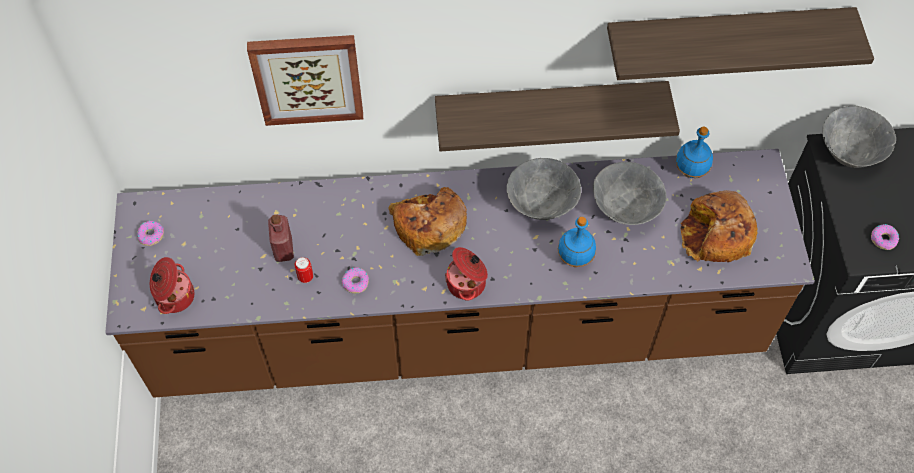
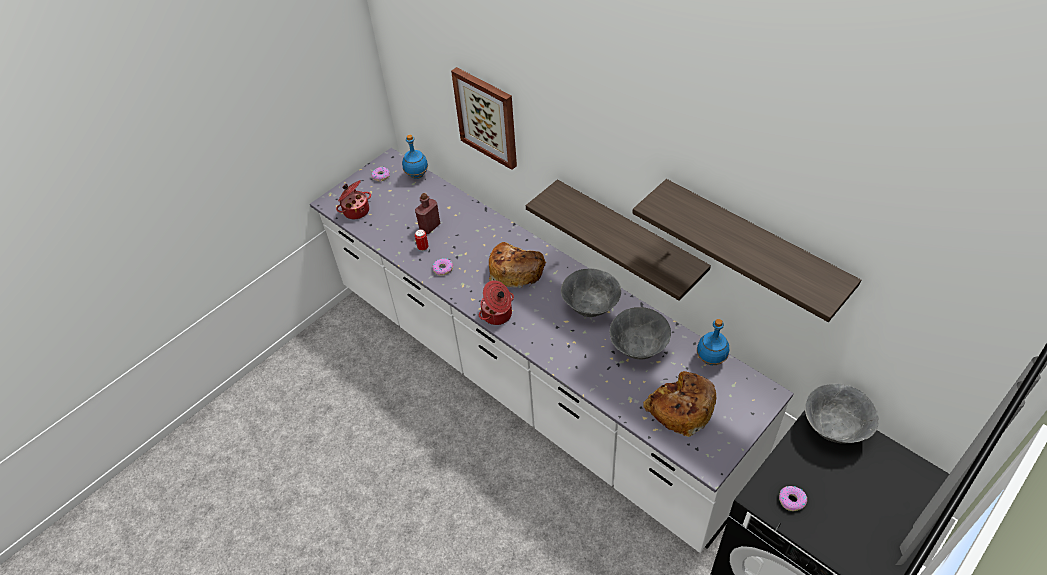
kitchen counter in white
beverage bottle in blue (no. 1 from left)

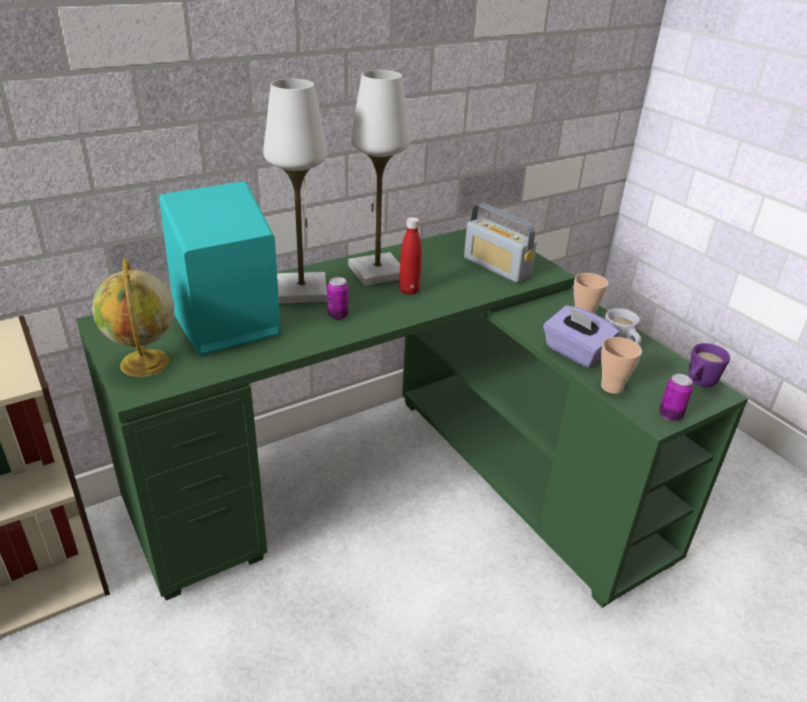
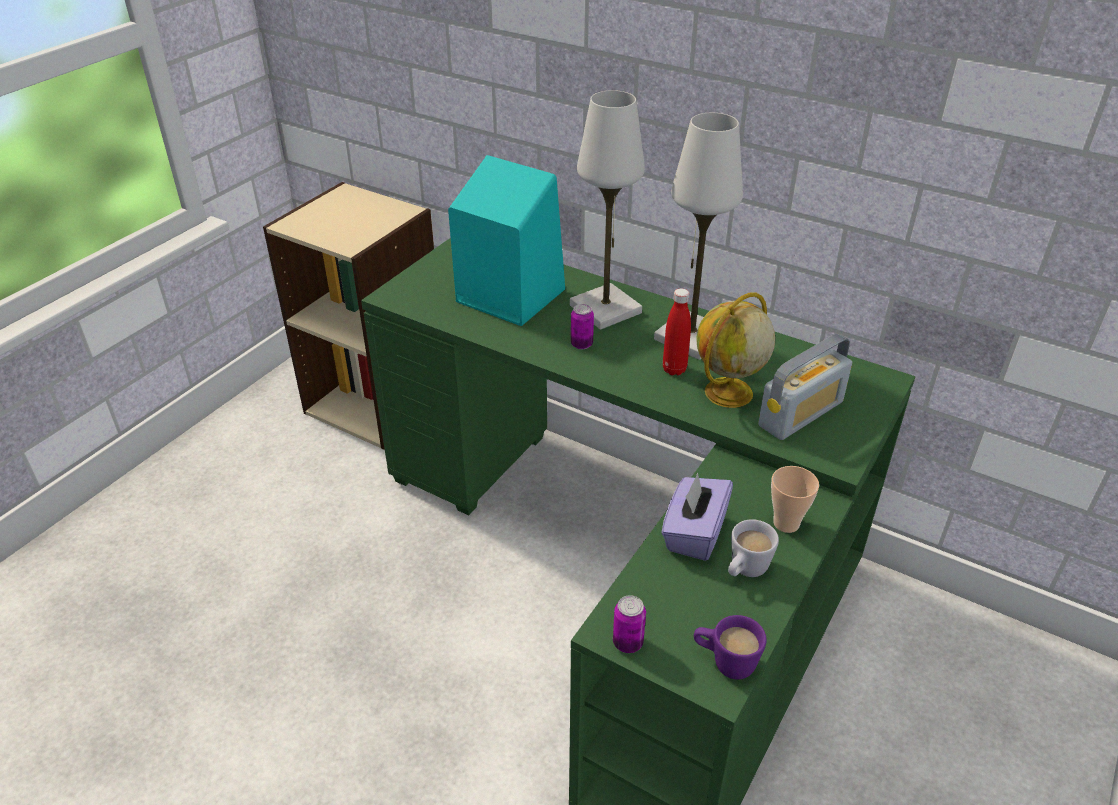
radio
globe
cup (no. 2 from left in the first image)

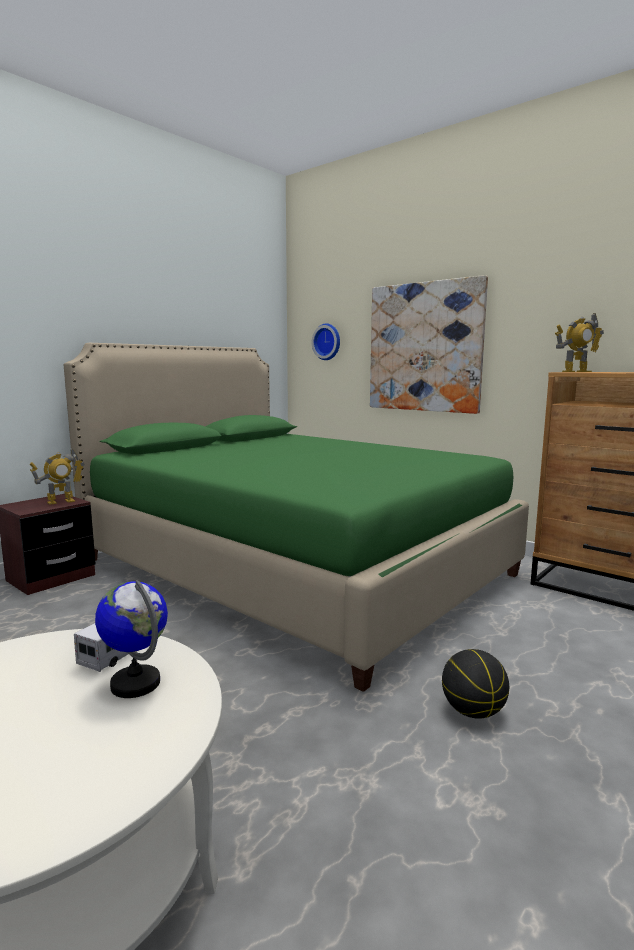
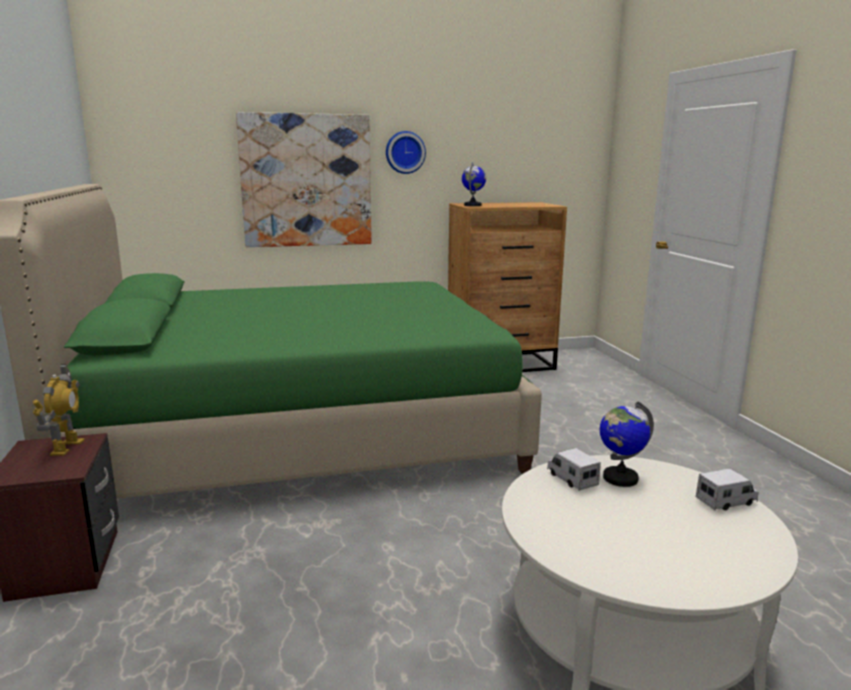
globe (no. 1 from left)
hanging clock
ball for basketball
model truck (no. 2 from left)

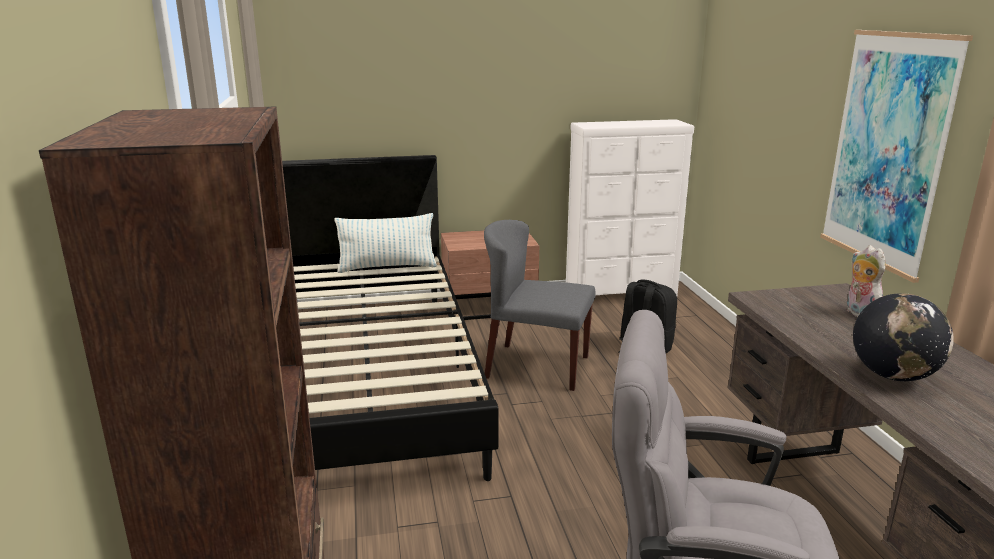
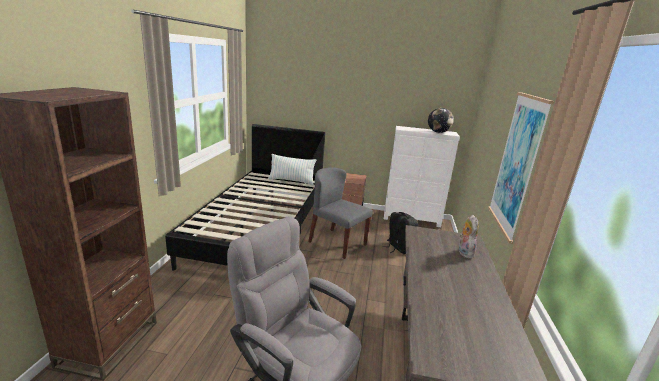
globe

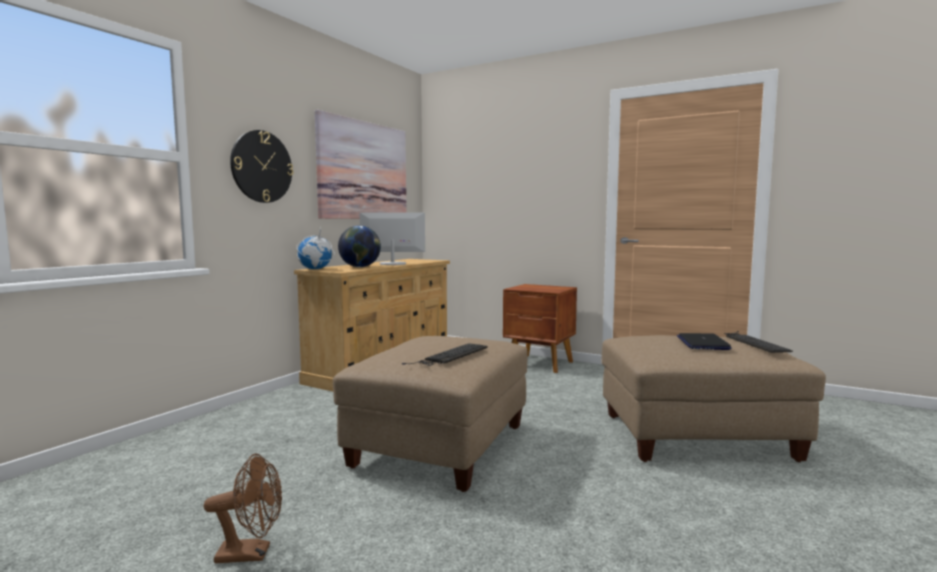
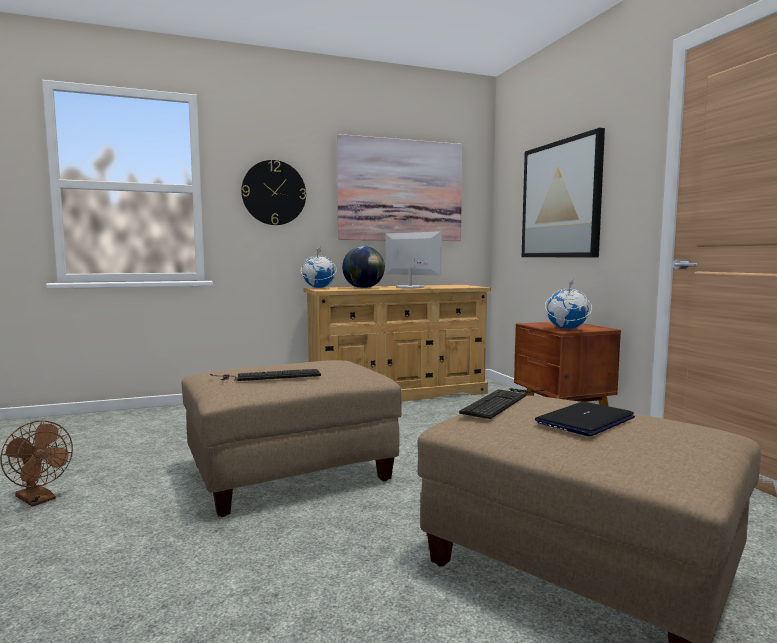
PC keyboard (no. 2 from left)
wall picture (no. 2 from left)
globe (no. 3 from left)

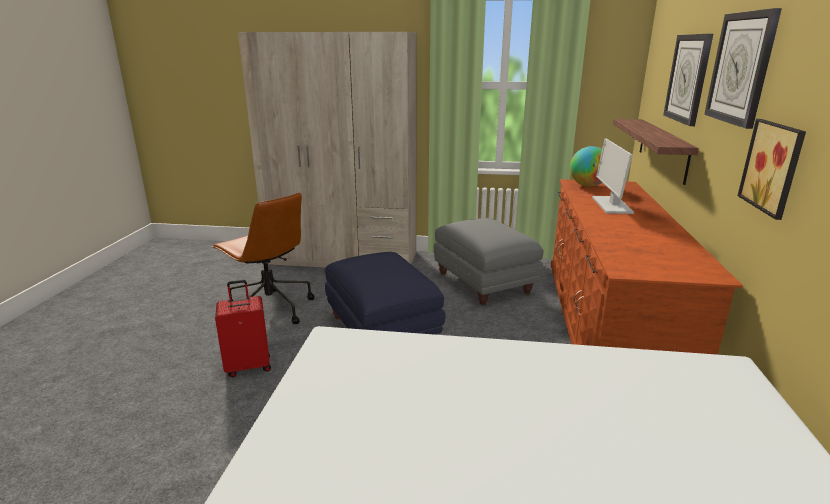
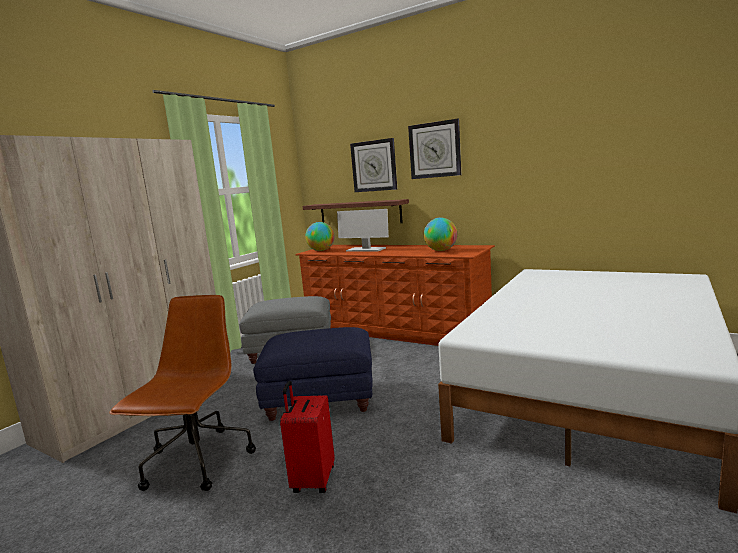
wall picture
computer chair in brownish
globe (no. 2 from left)

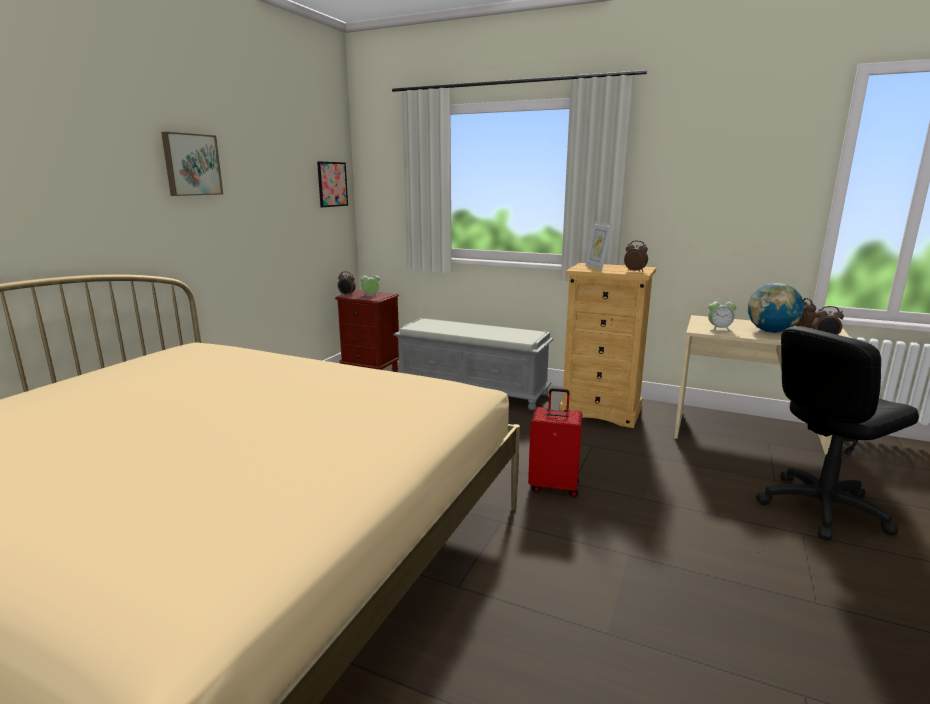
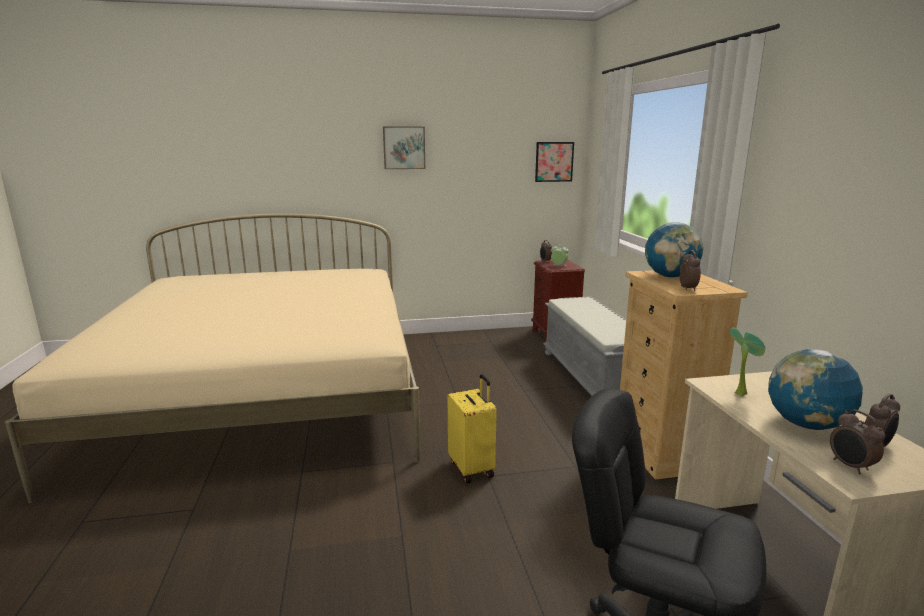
globe (no. 1 from left)
potted plant
piece of luggage in yellowish

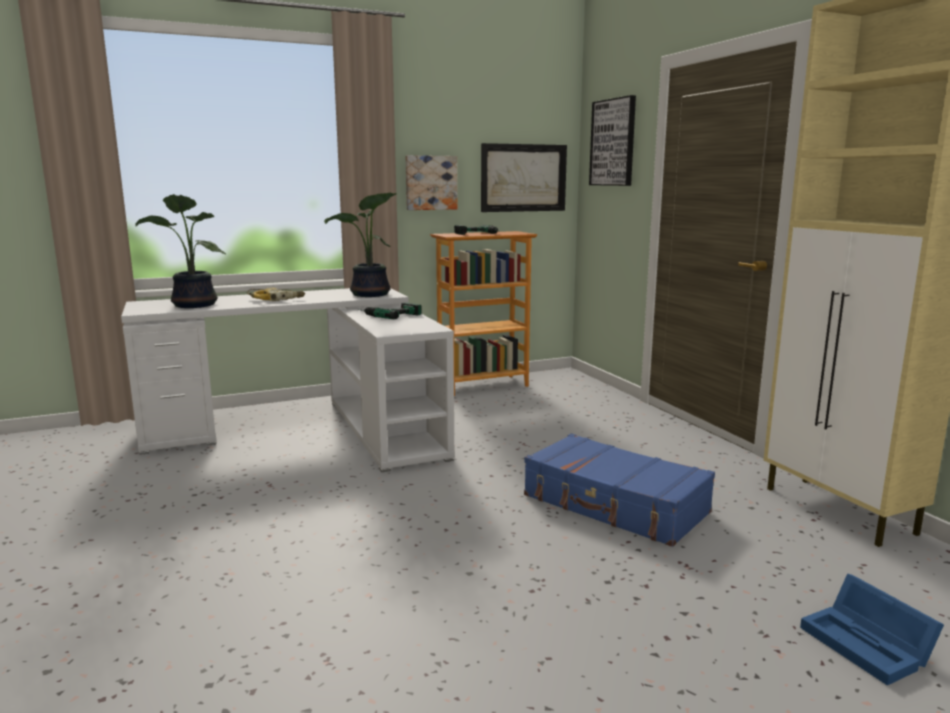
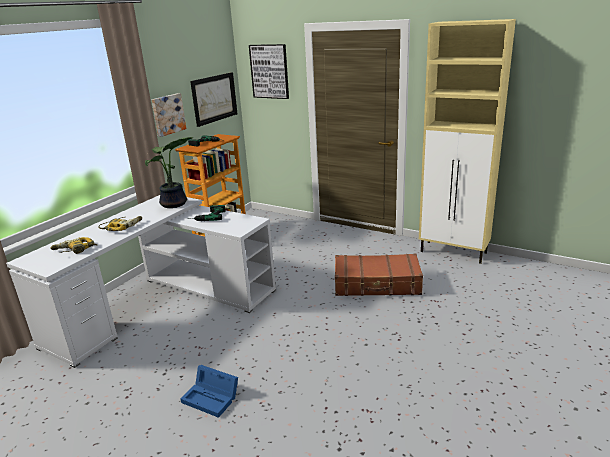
electric drill (no. 1 from left)
piece of luggage in brownish
storage box in blue

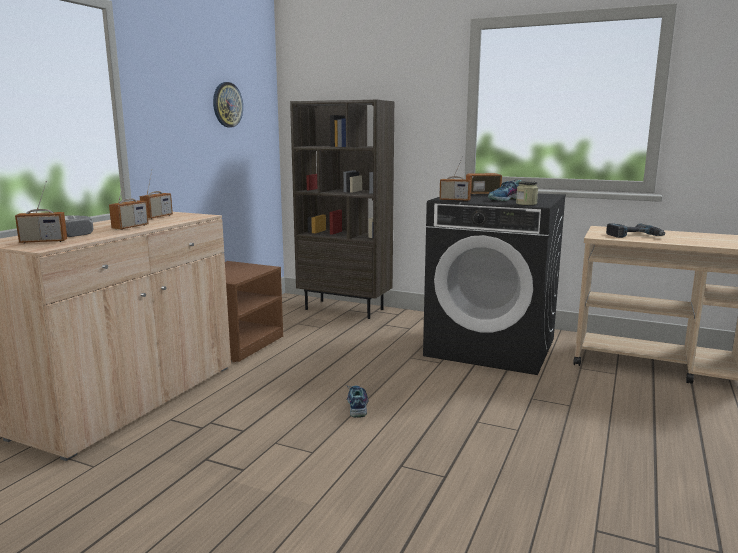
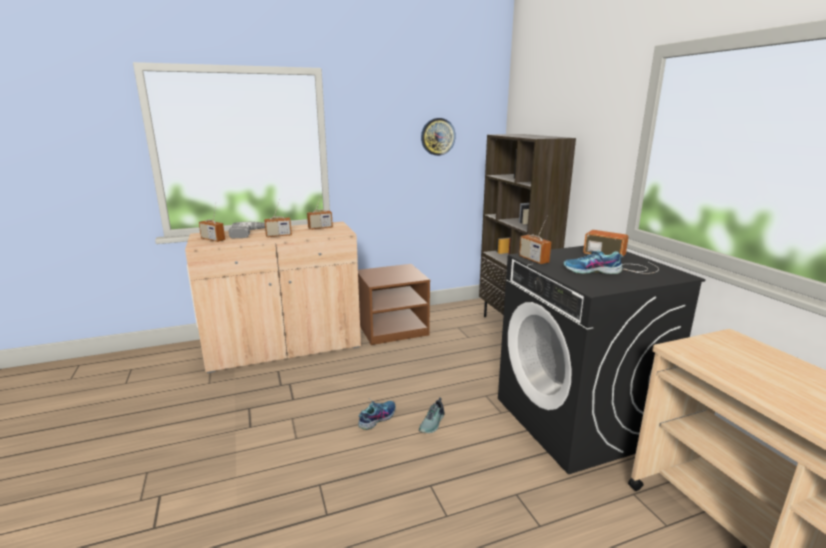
preserve jar
electric drill (no. 2 from left in the first image)
shoe (no. 2 from left)

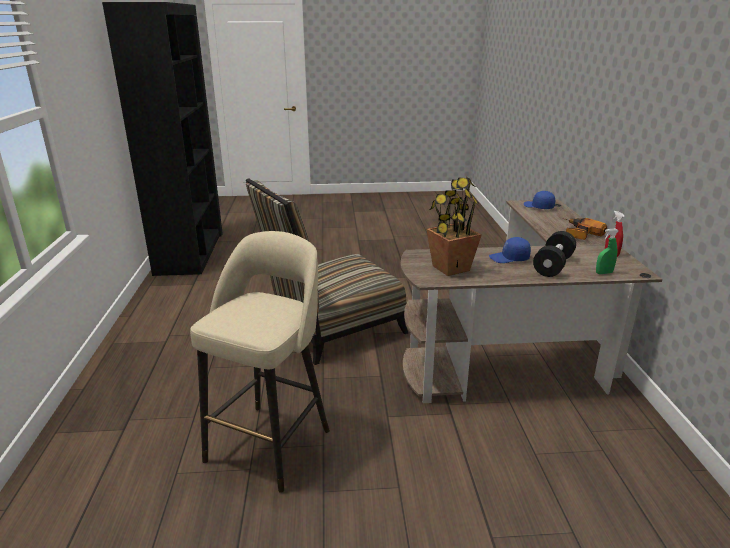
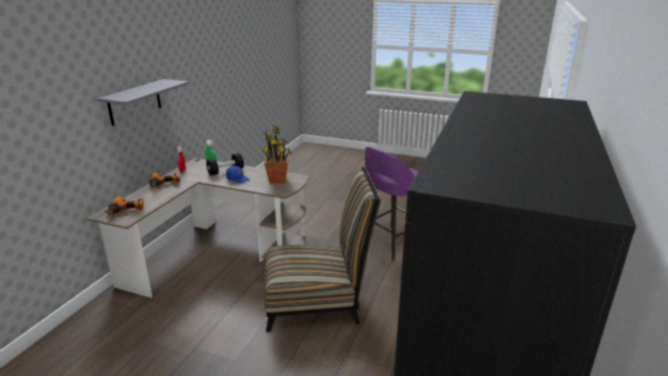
electric drill (no. 1 from left)
stool in purple
shelf in grey

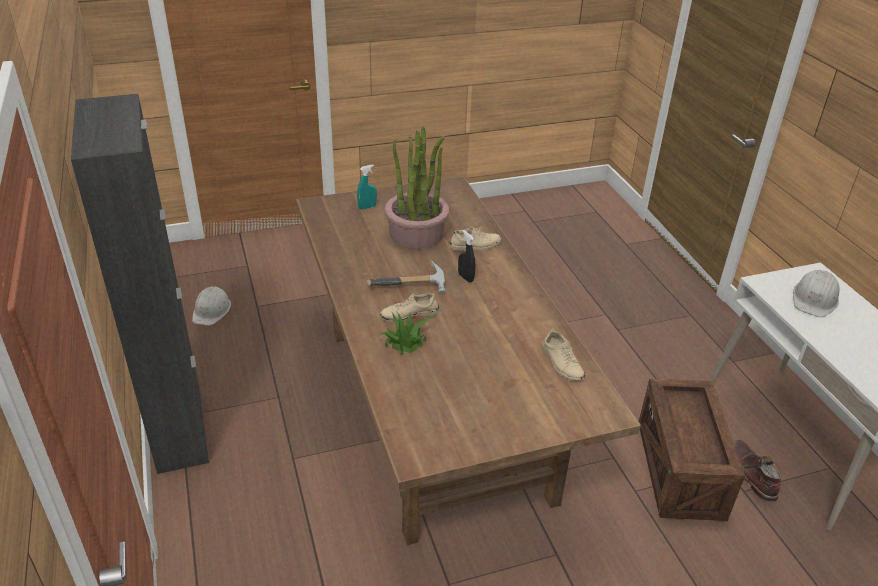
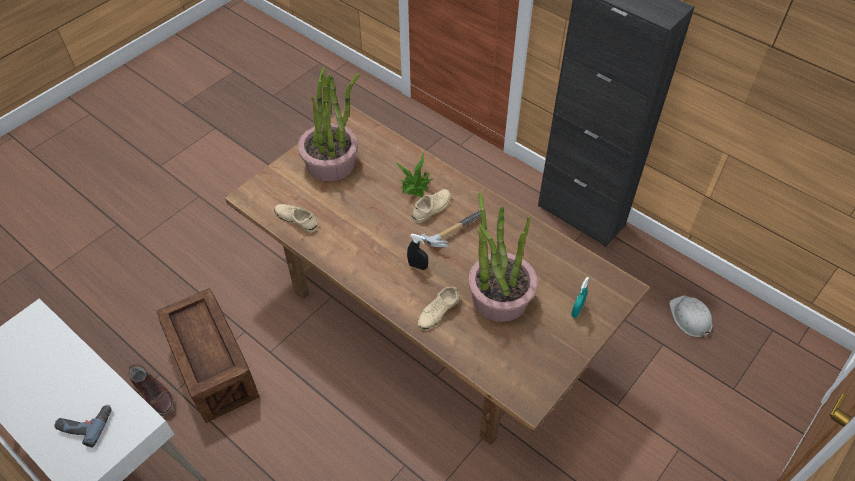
electric drill
potted plant (no. 1 from left)

